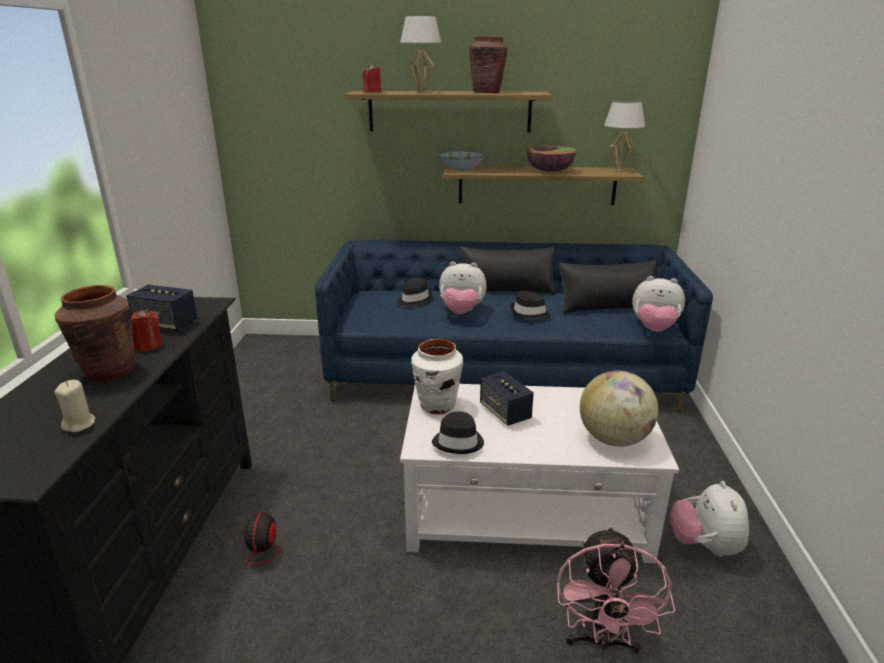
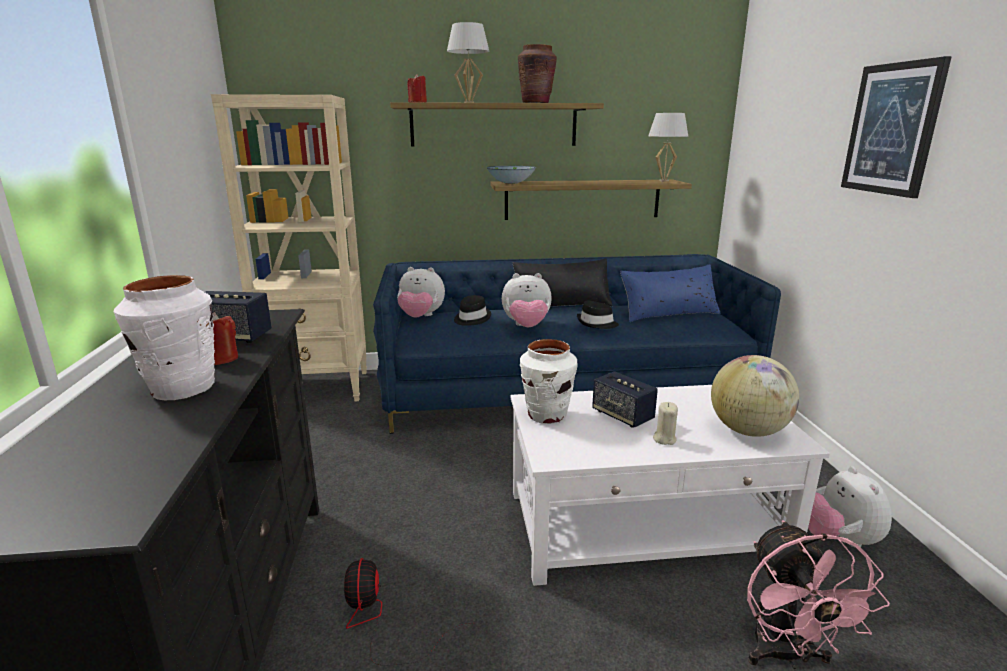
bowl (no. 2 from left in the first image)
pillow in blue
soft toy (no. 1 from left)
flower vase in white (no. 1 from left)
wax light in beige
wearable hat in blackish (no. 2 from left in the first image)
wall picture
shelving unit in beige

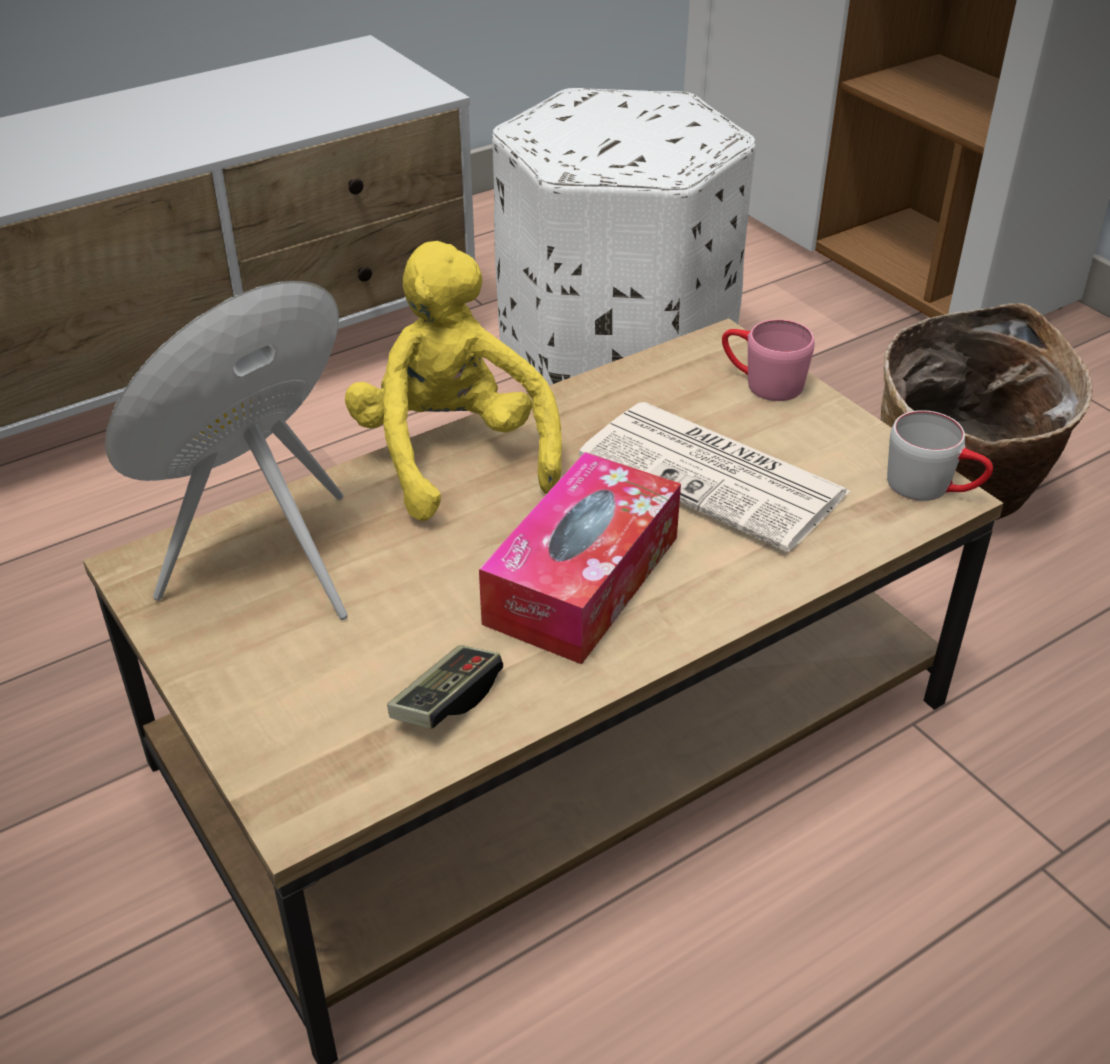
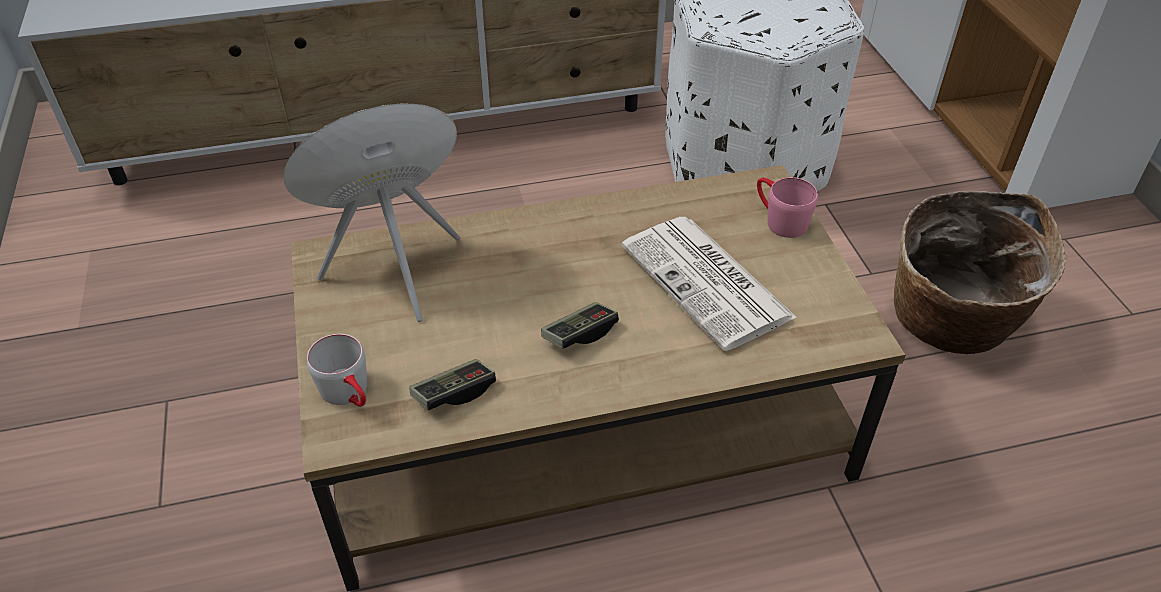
soft toy in yellowish
tea mug in grey
joypad (no. 2 from left)

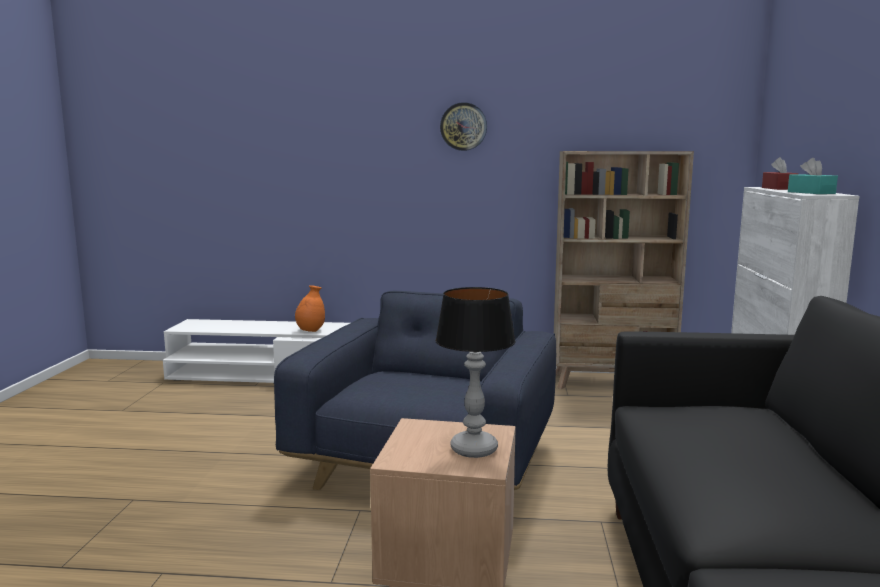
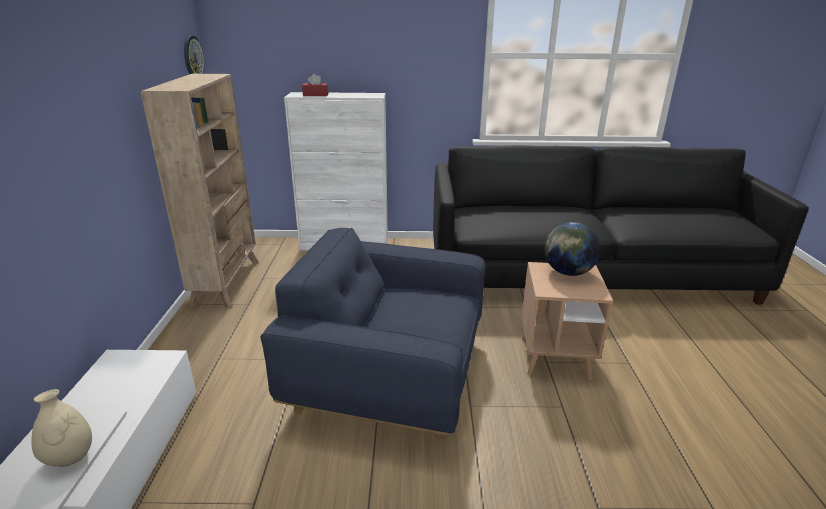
hanging clock
box of tissues in turquoise-coloured
flower vase in beige
globe

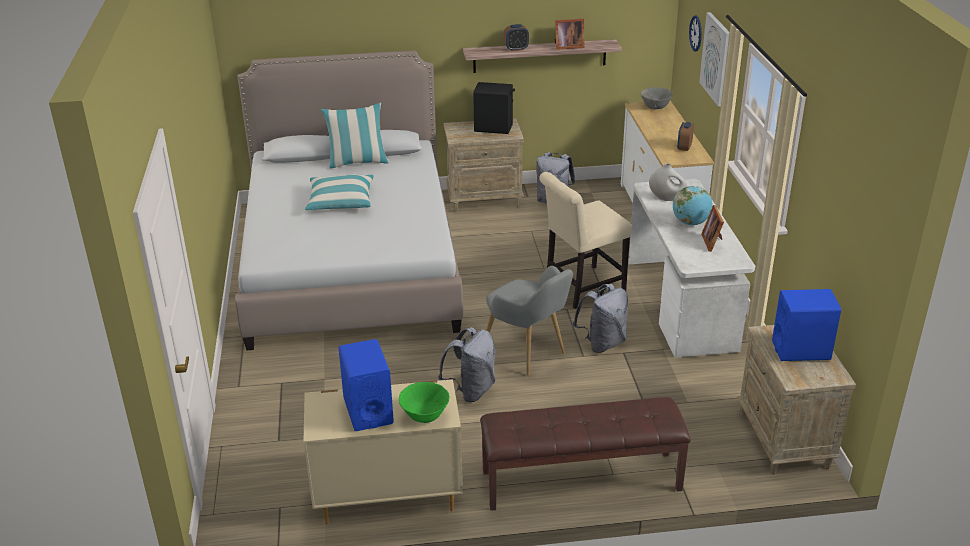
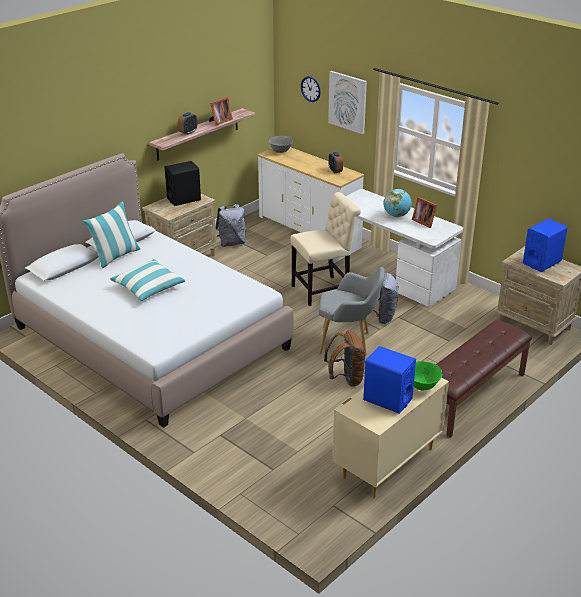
flower vase in white
upright chair in beige
knapsack in brownish

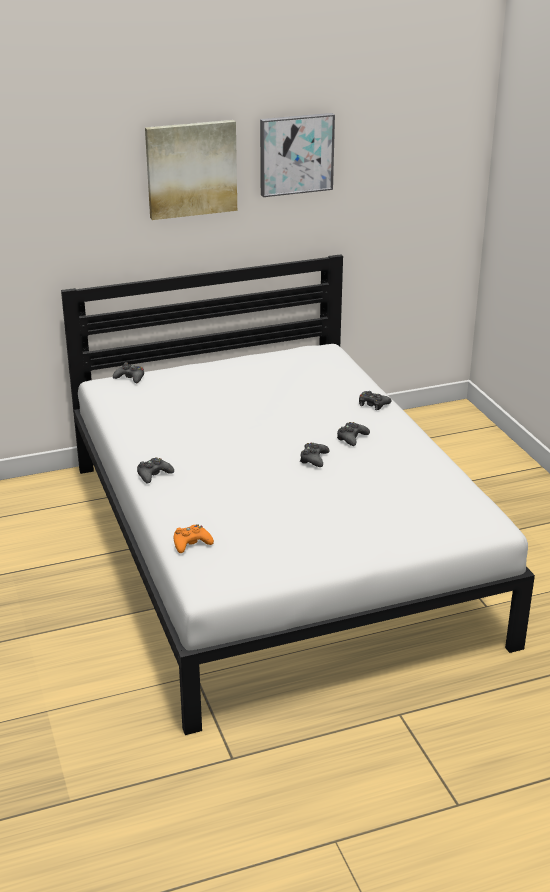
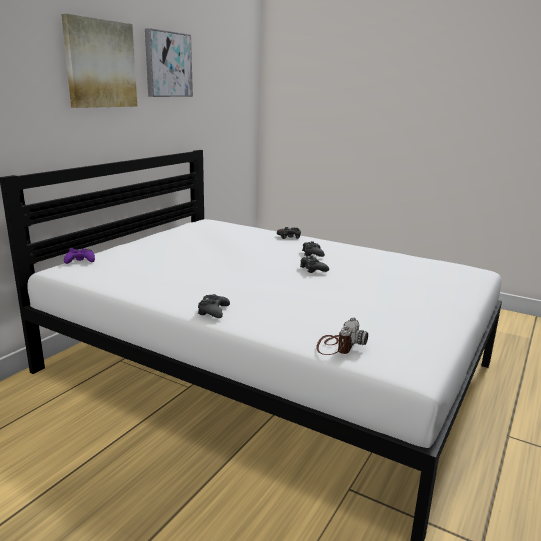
joypad in purple
still camera

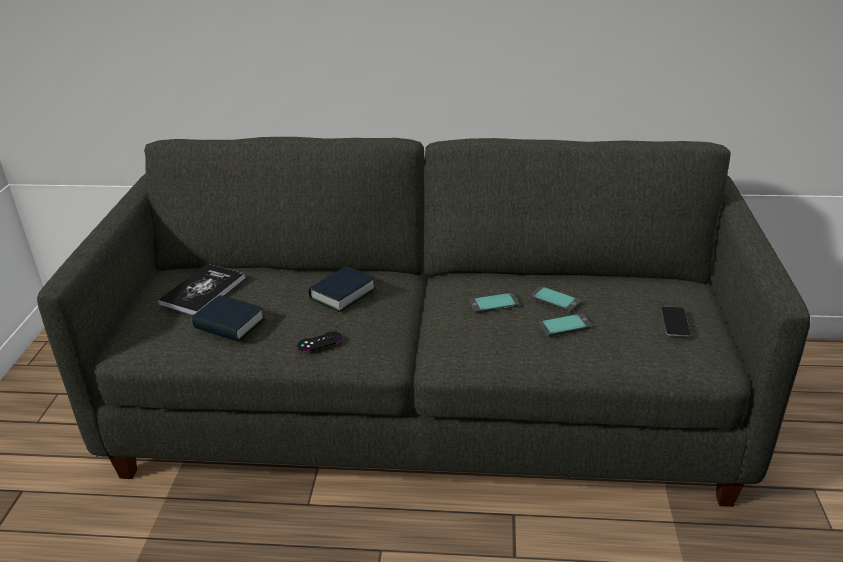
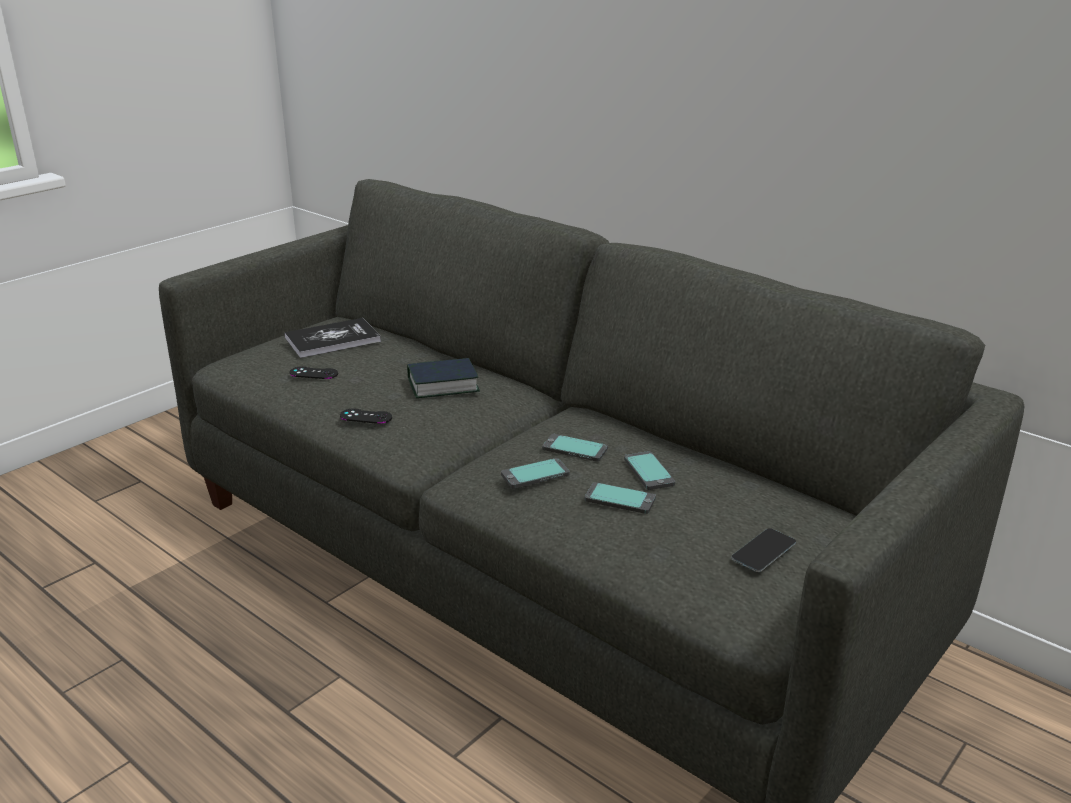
joypad in blackish (no. 1 from left)
handset (no. 1 from left)

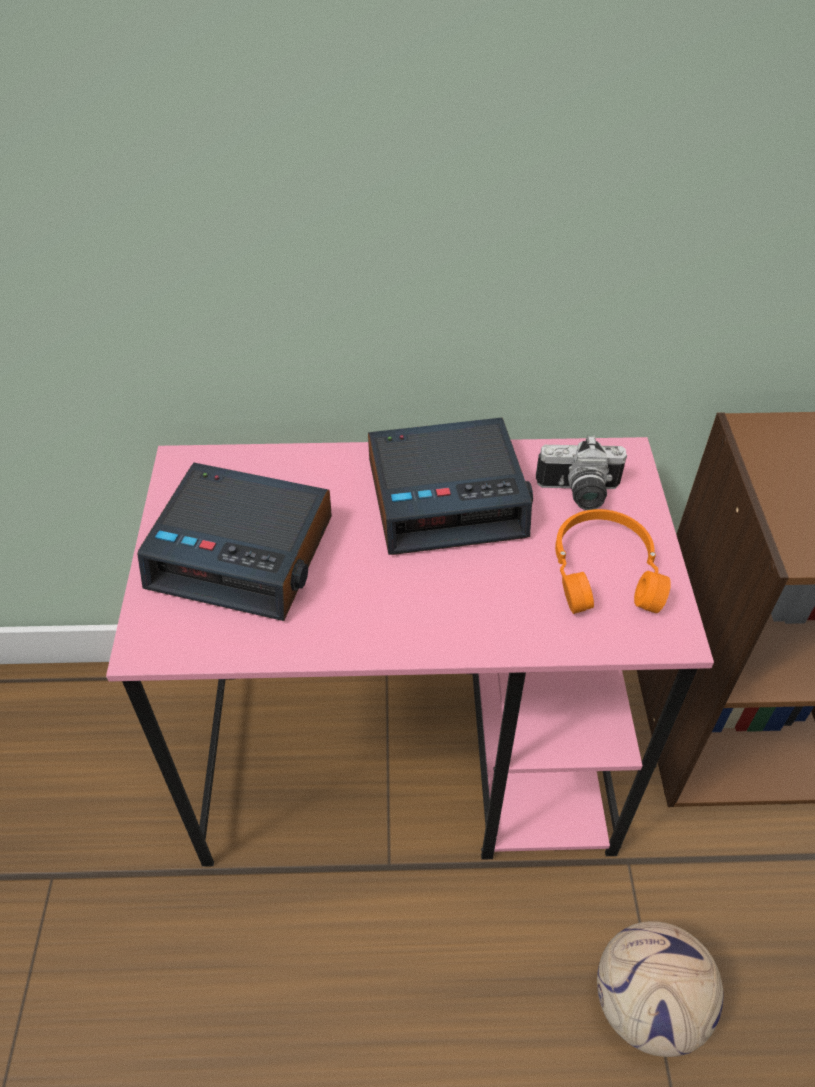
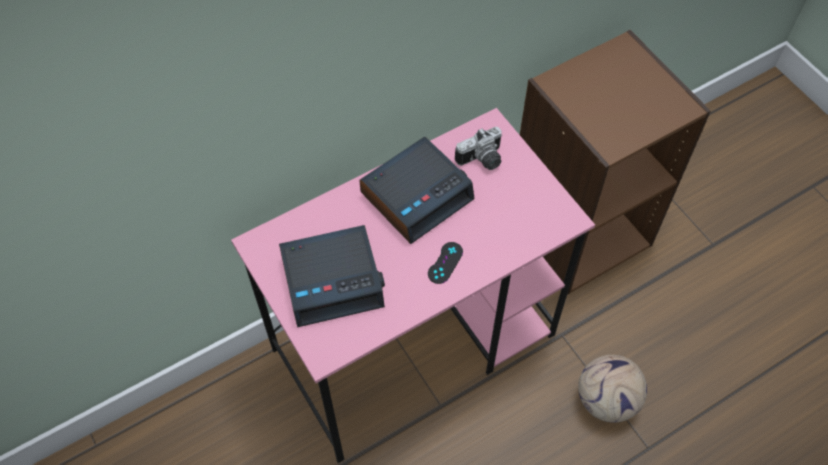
headset in orange
joypad in blackish

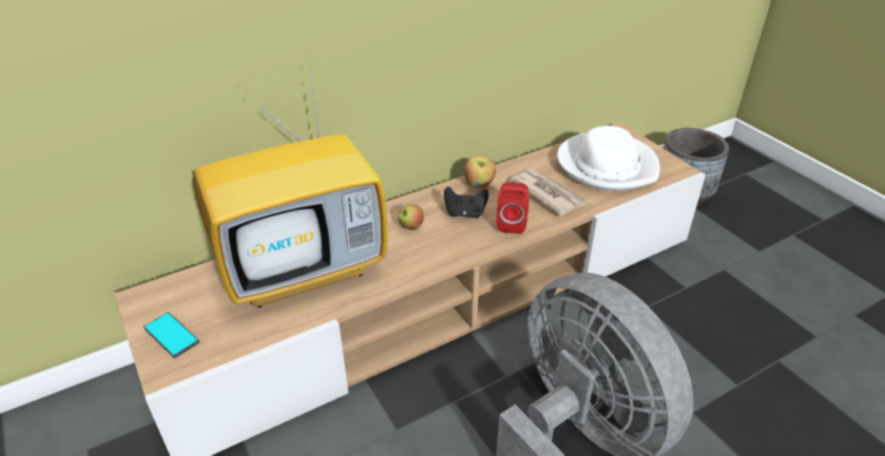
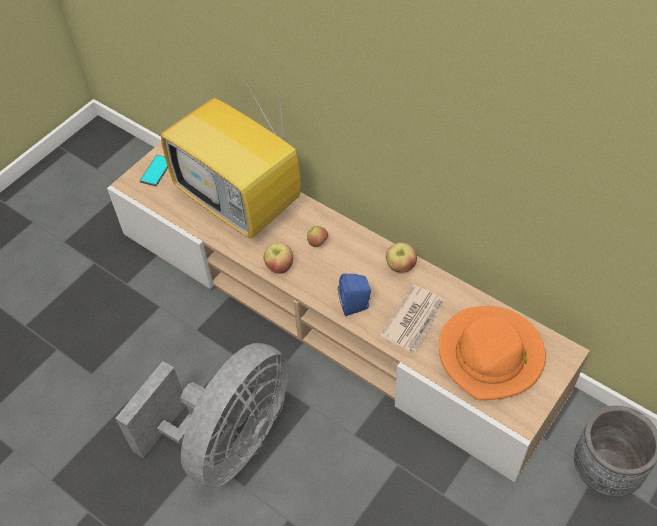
wearable hat in orange
loudspeaker in blue
joypad in blackish
apple fruit (no. 1 from left)

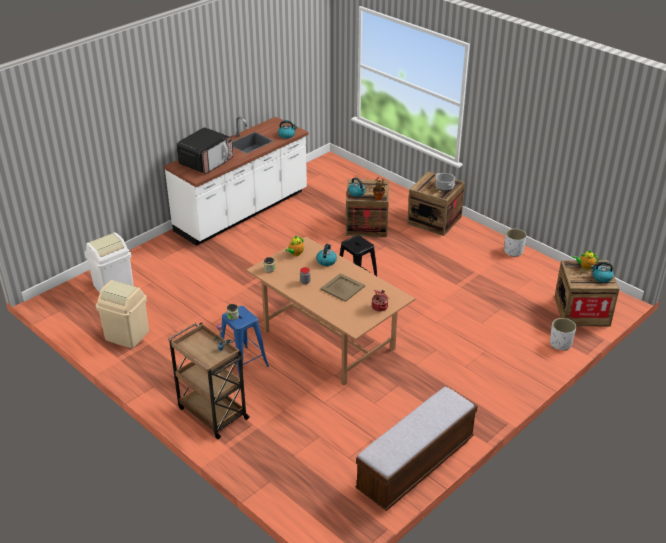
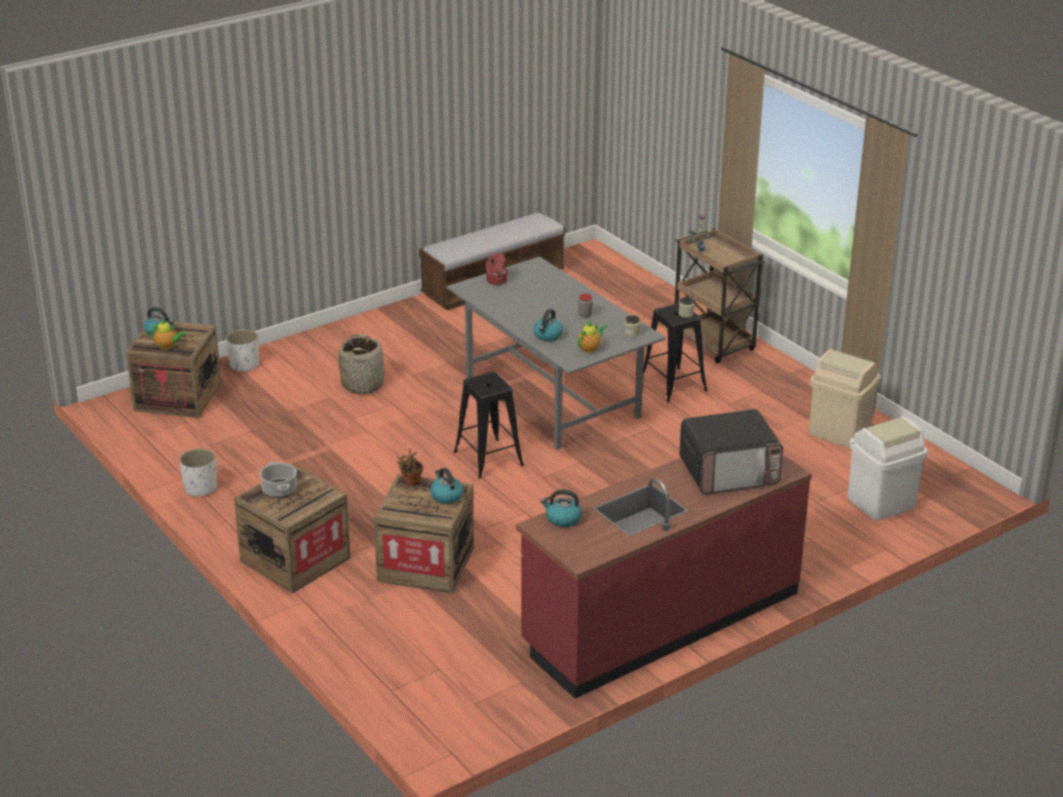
kitchen counter in red-coloured
kitchen microwave
dinner table in grey
carrying tray in beige
stool in blackish (no. 2 from left)
household basket

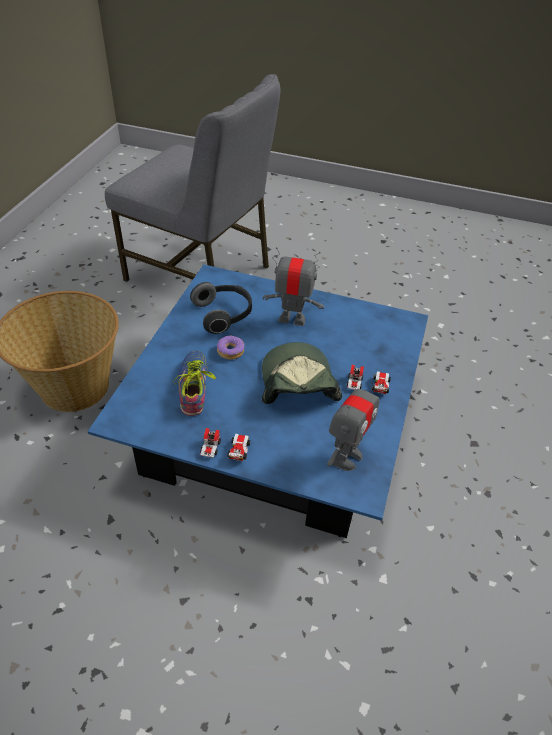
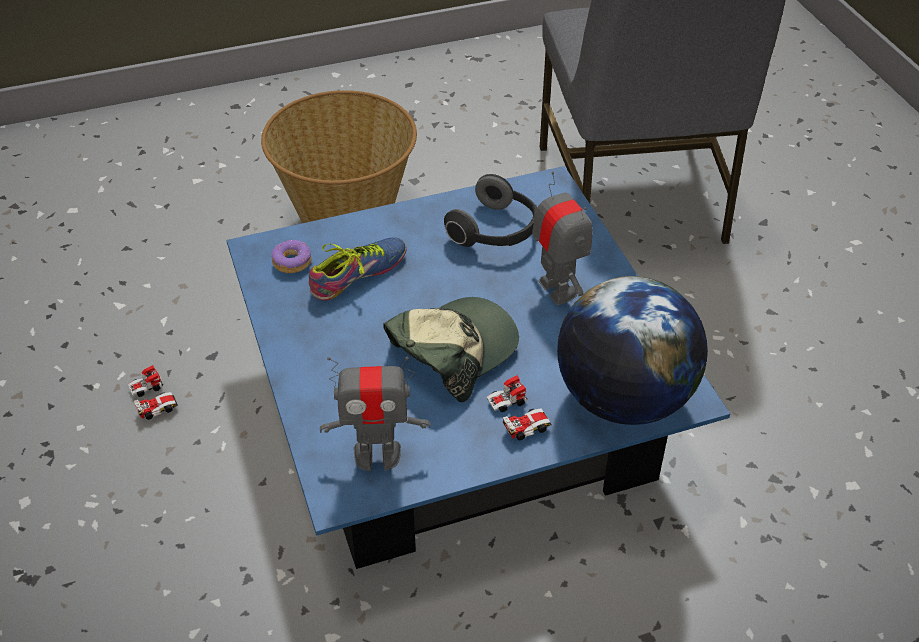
ring doughnut
model car (no. 1 from left)
globe

